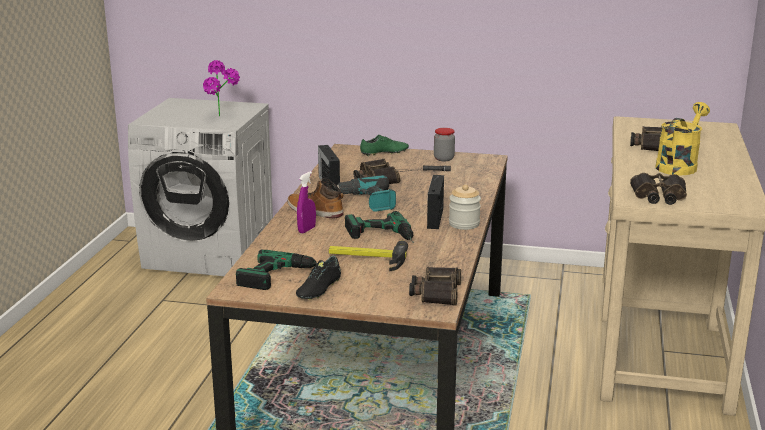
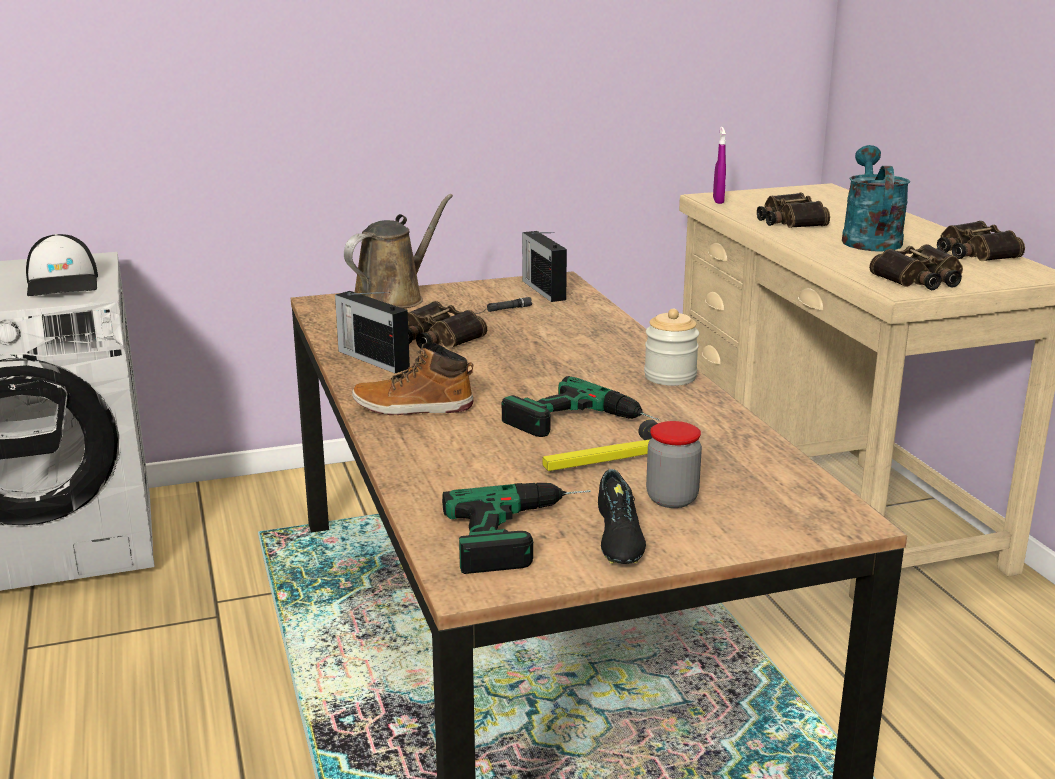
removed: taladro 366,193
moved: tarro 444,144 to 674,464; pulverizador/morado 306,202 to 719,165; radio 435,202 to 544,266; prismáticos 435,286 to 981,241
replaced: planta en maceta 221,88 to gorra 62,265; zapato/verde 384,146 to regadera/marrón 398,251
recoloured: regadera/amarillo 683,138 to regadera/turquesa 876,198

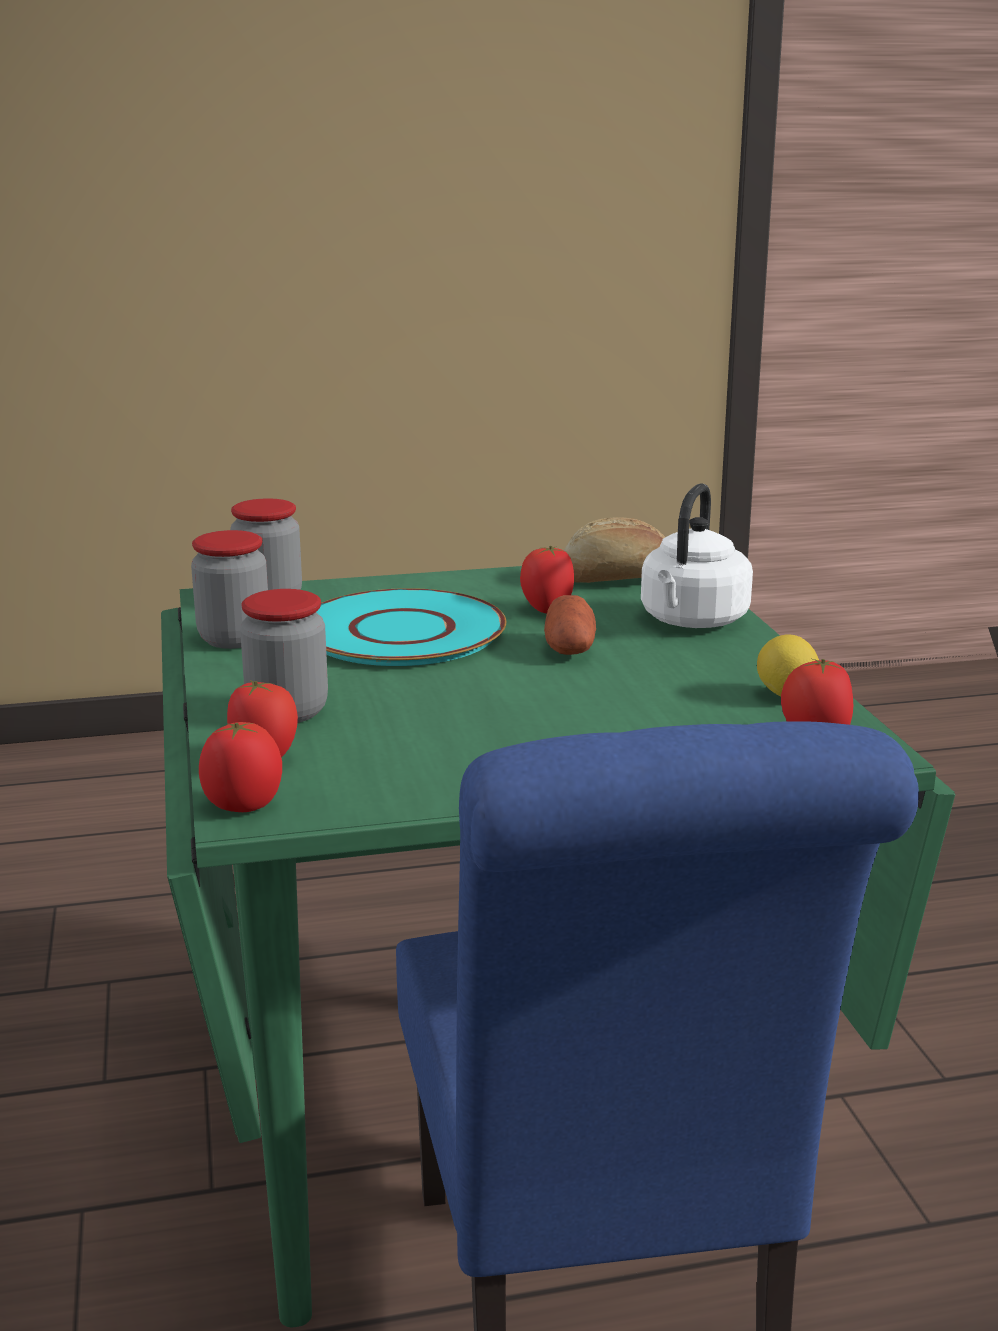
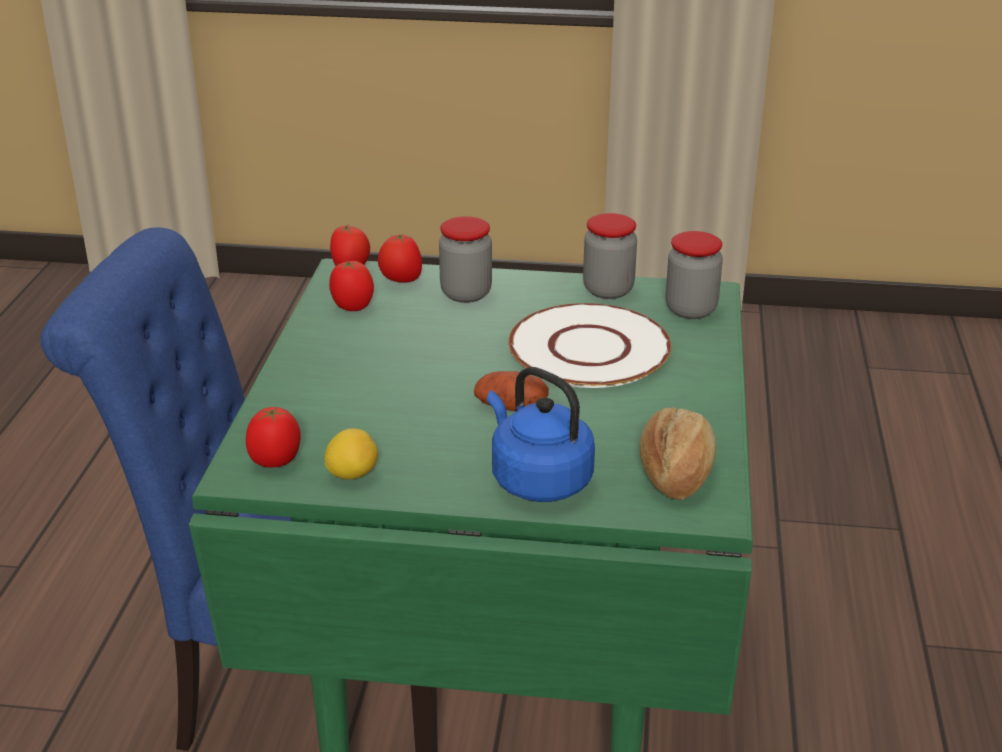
moved: tomate 547,580 to 351,286
recoloured: hervidor/blanco 697,555 to hervidor/azul 541,434; plato/turquesa 411,627 to plato/blanco 590,345

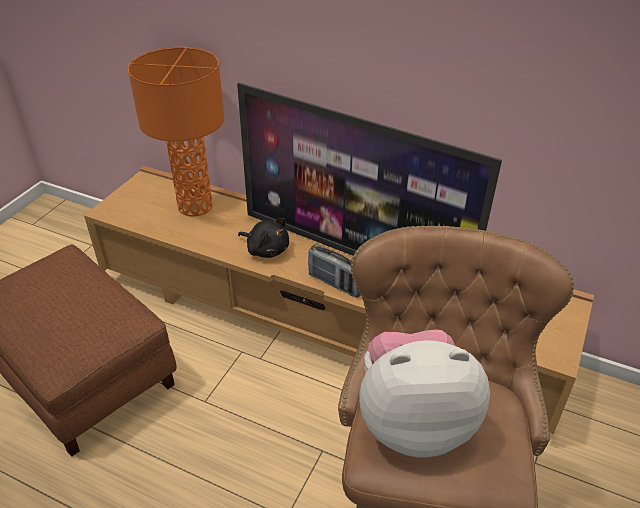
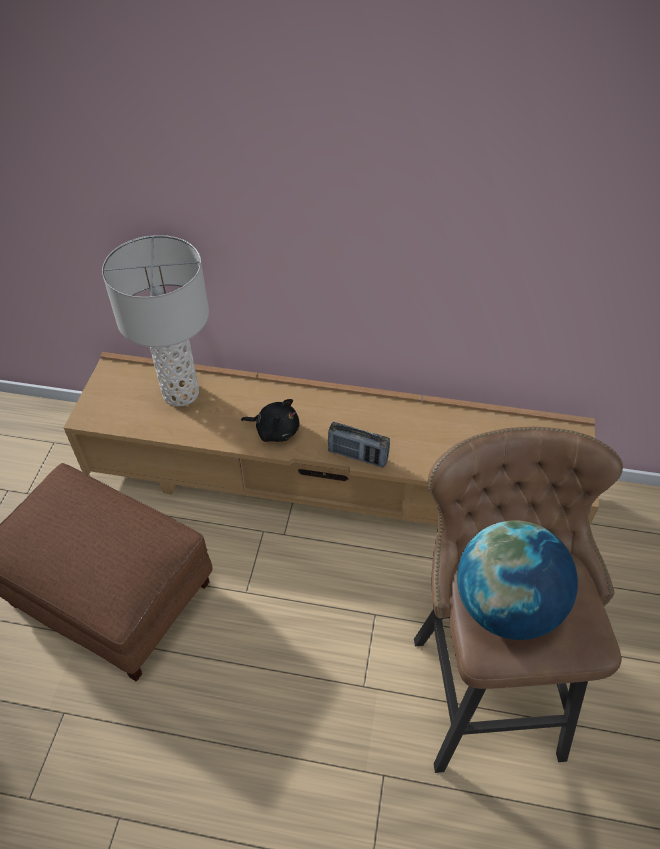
removed: televisor 369,169
replaced: peluche 424,393 to globo terráqueo 517,580
recoloured: lámpara de mesa/naranja 176,132 to lámpara de mesa/blanco 155,320

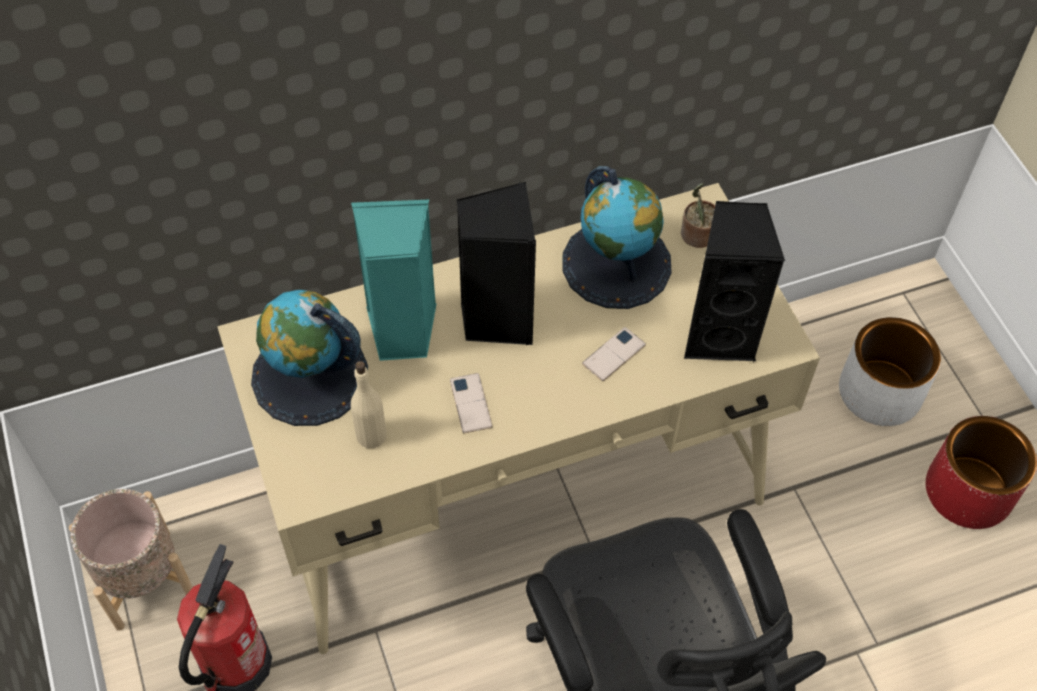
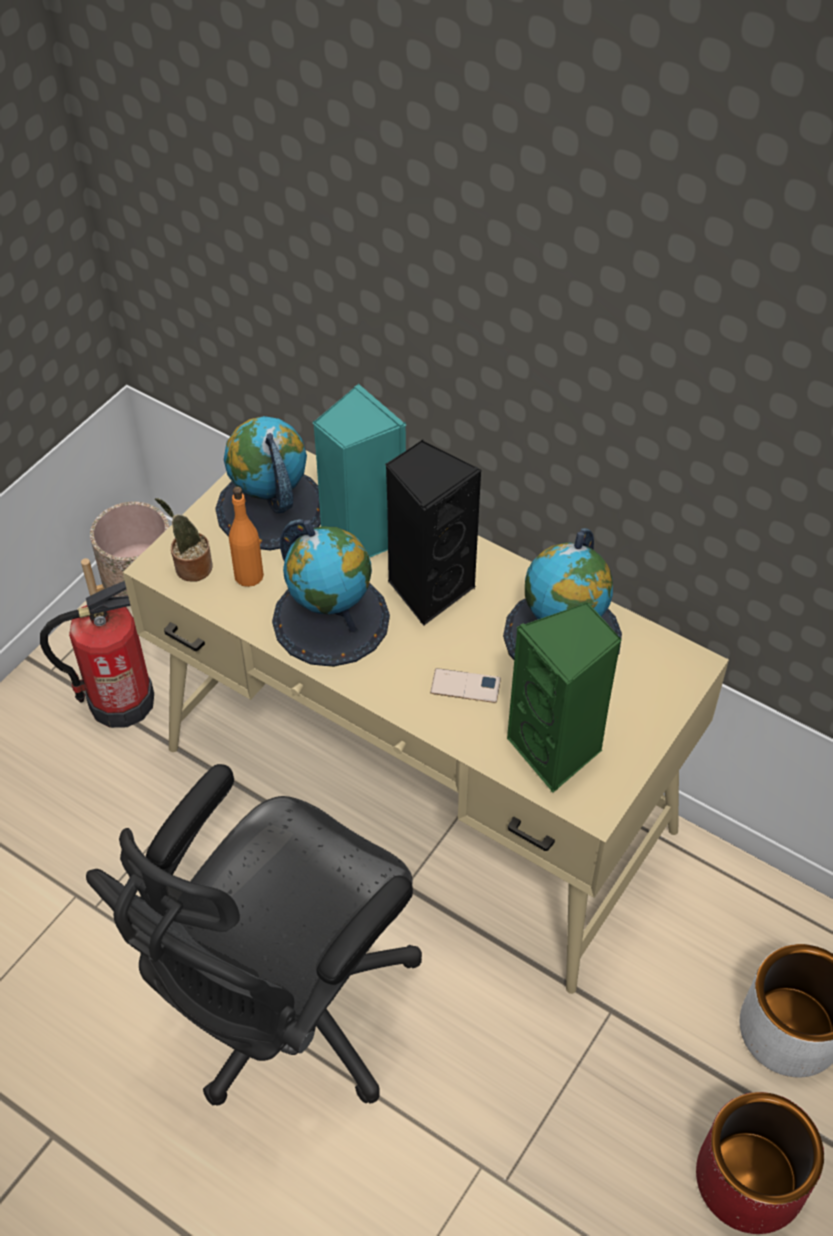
moved: planta en maceta 698,215 to 184,539
replaced: móvil 471,403 to globo terráqueo 331,593
recoloured: altavoz/negro 734,282 to altavoz/verde 564,697; botella/beis 369,404 to botella/naranja 246,536

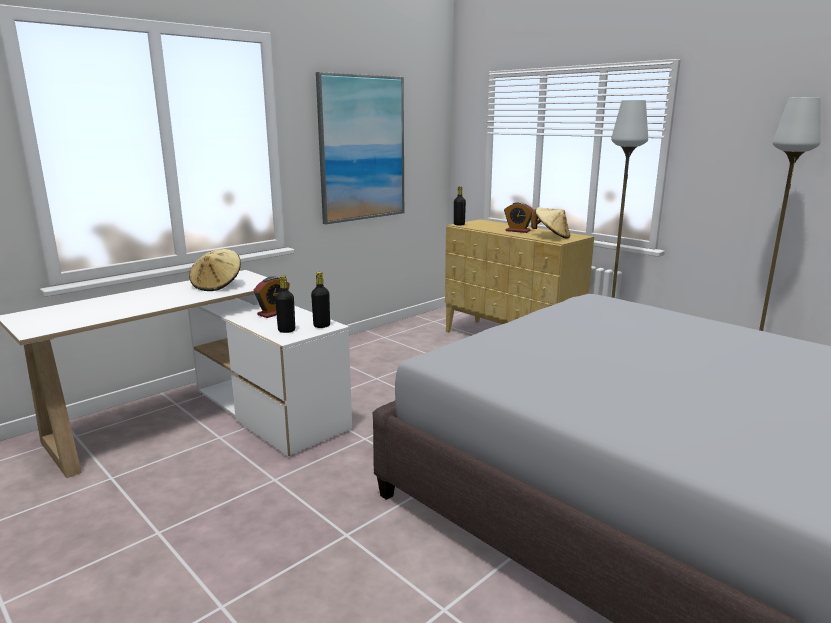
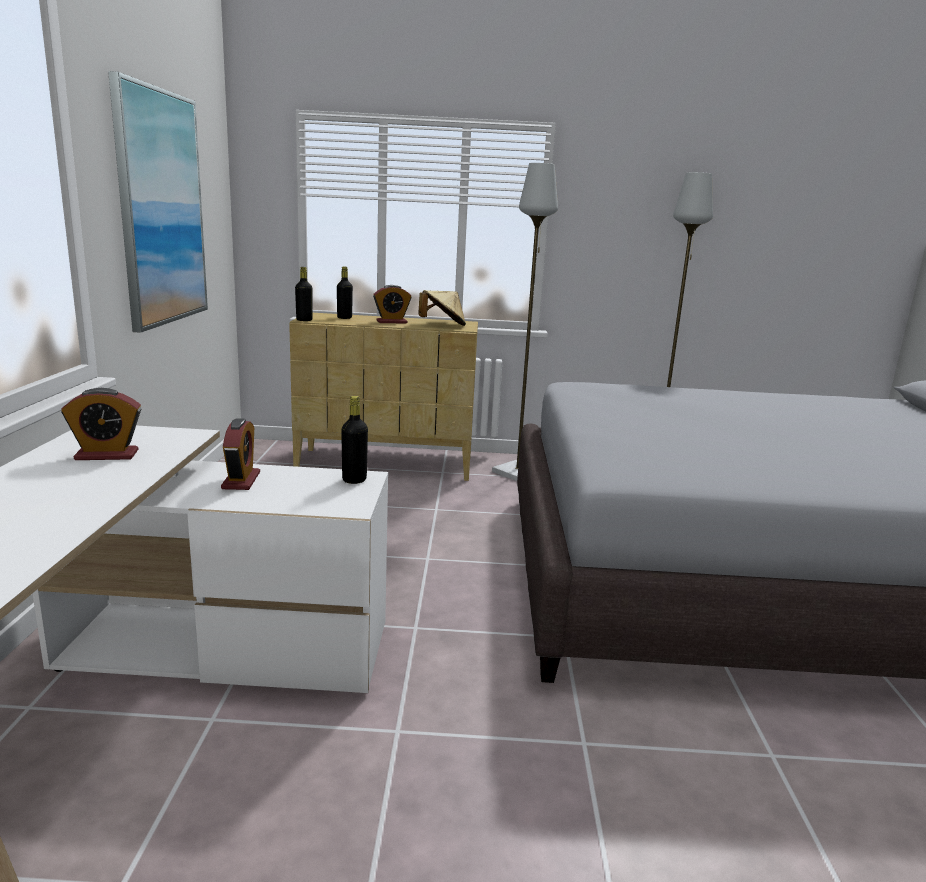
moved: botella/negro 285,304 to 345,293
replaced: sombrero/beis 215,270 to despertador 101,424

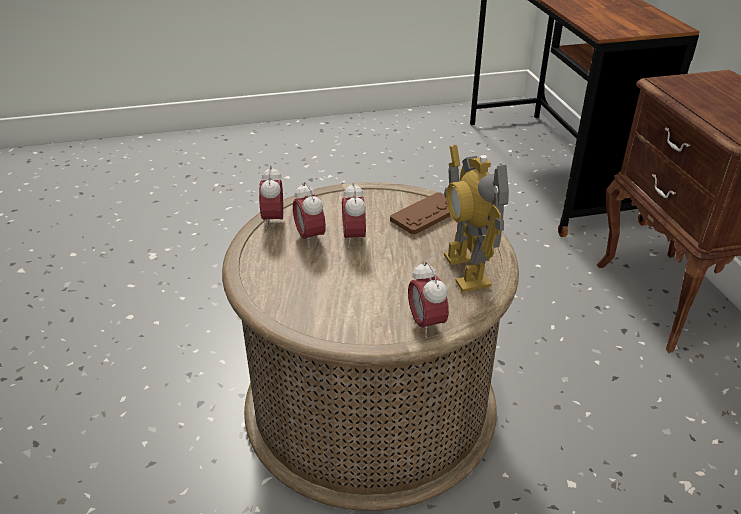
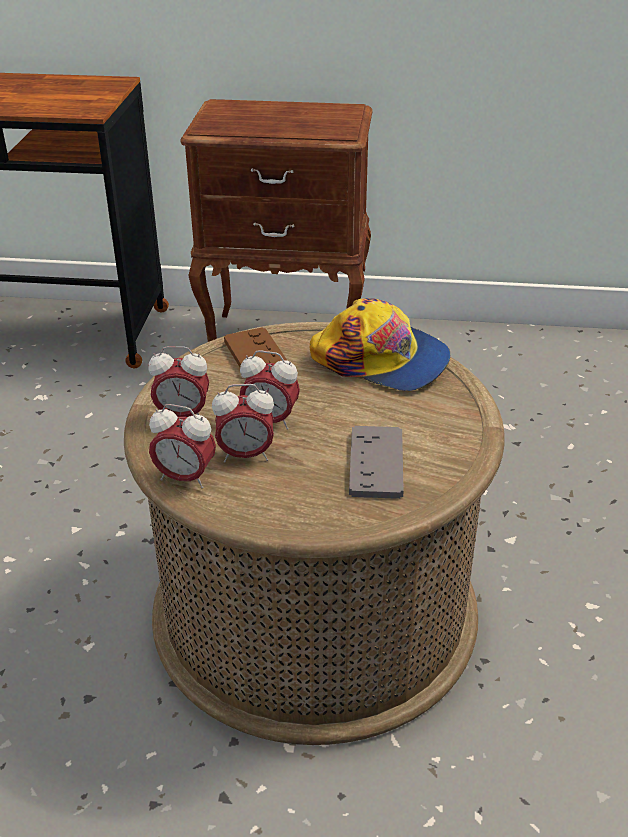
added: mando de consola/gris 376,462
moved: despertador 428,299 to 179,381
replaced: robot de juguete 476,218 to gorra 380,344

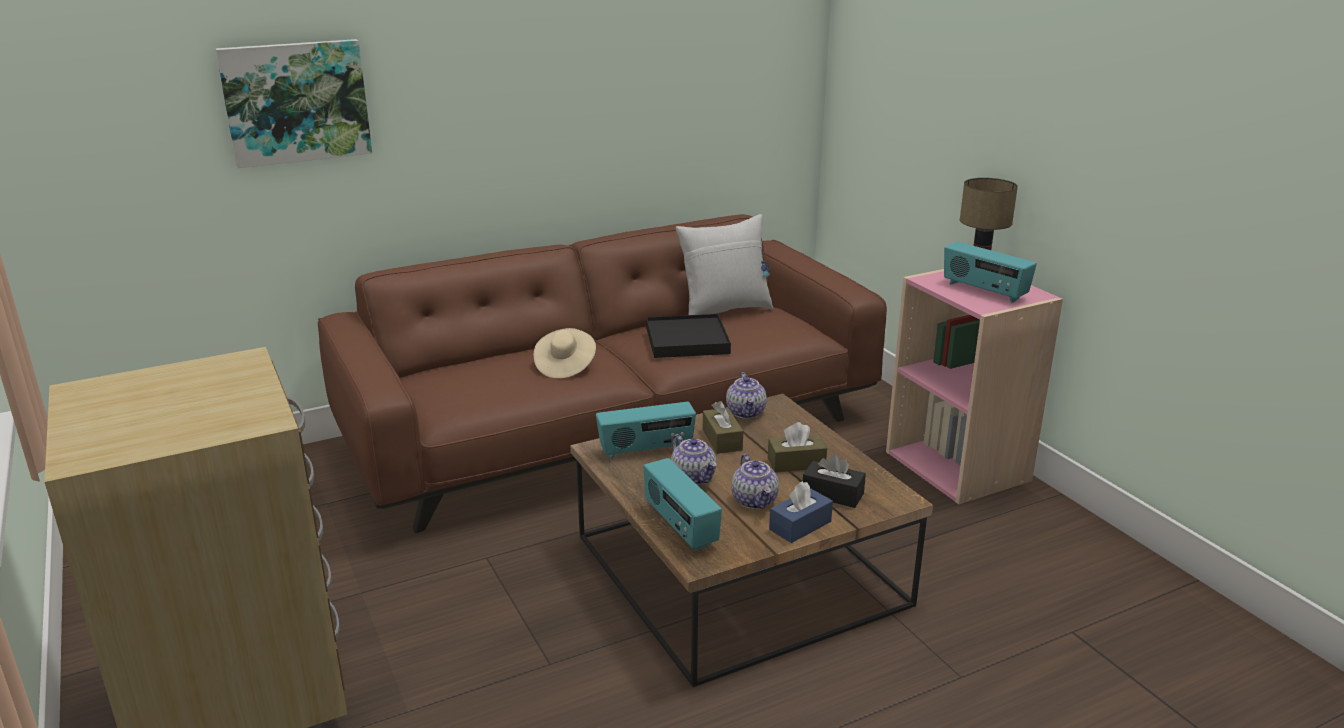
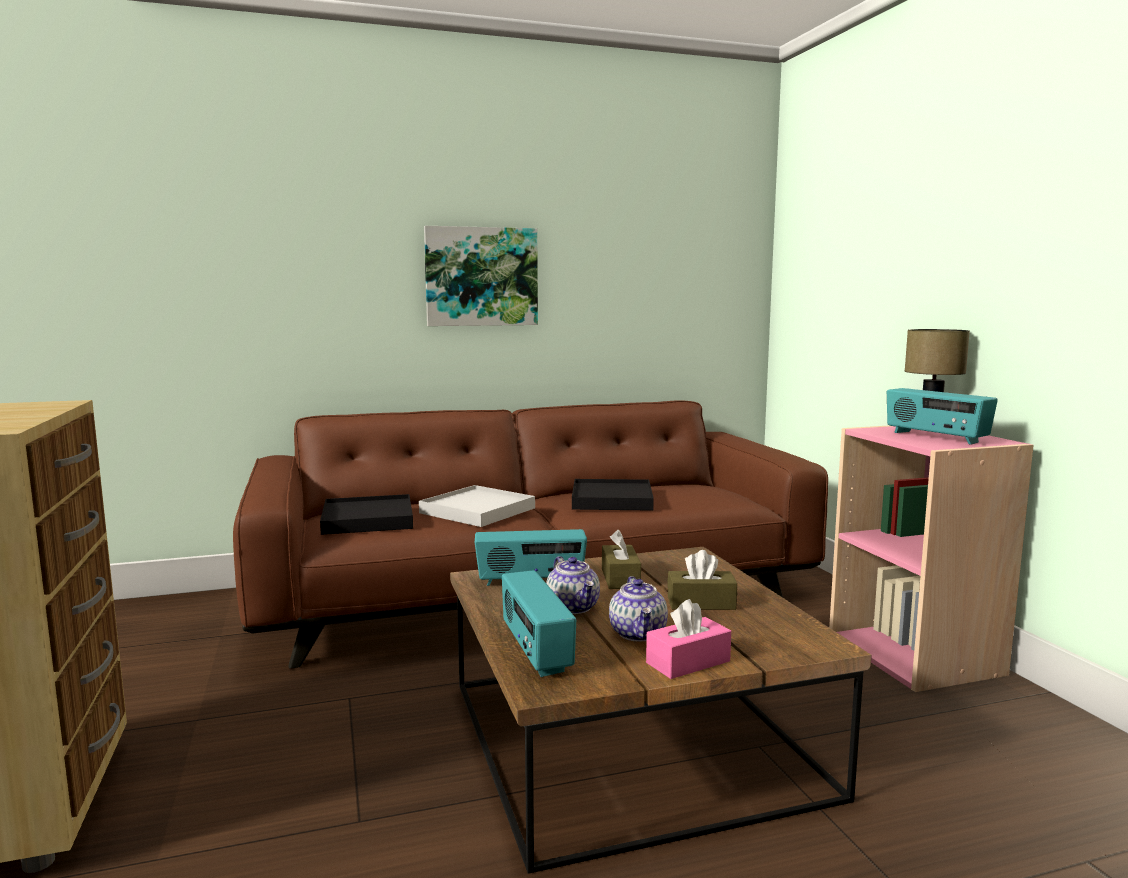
removed: cojín/gris 724,264; tetera 746,395; caja de pañuelos/negro 834,481
added: bandeja/negro 366,514
moved: cuadro 294,103 to 481,276
replaced: sombrero/beis 565,353 to bandeja/blanco 477,506
recoloured: caja de pañuelos/azul 801,512 to caja de pañuelos/rosa 688,639

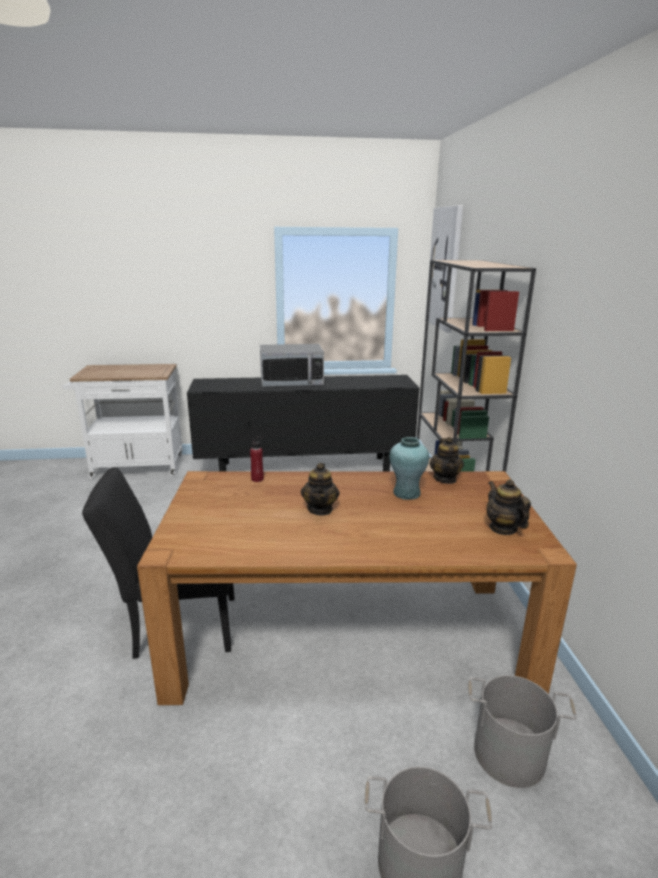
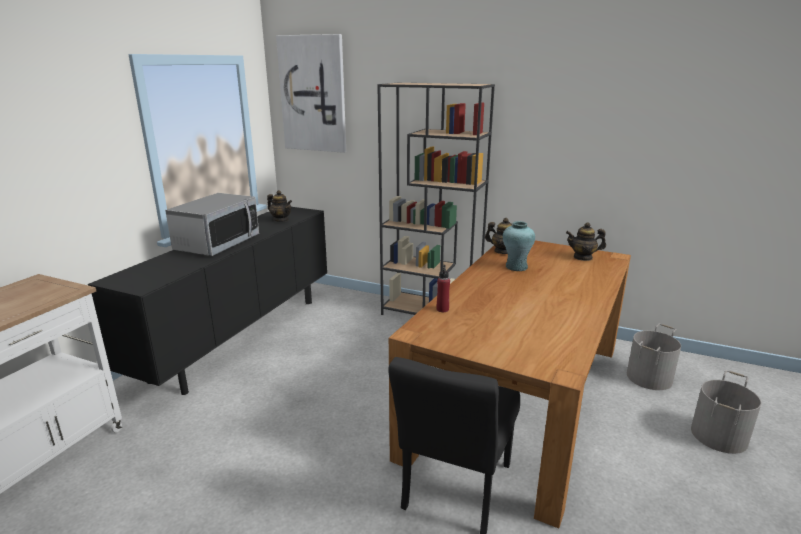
moved: tetera 320,489 to 279,206

